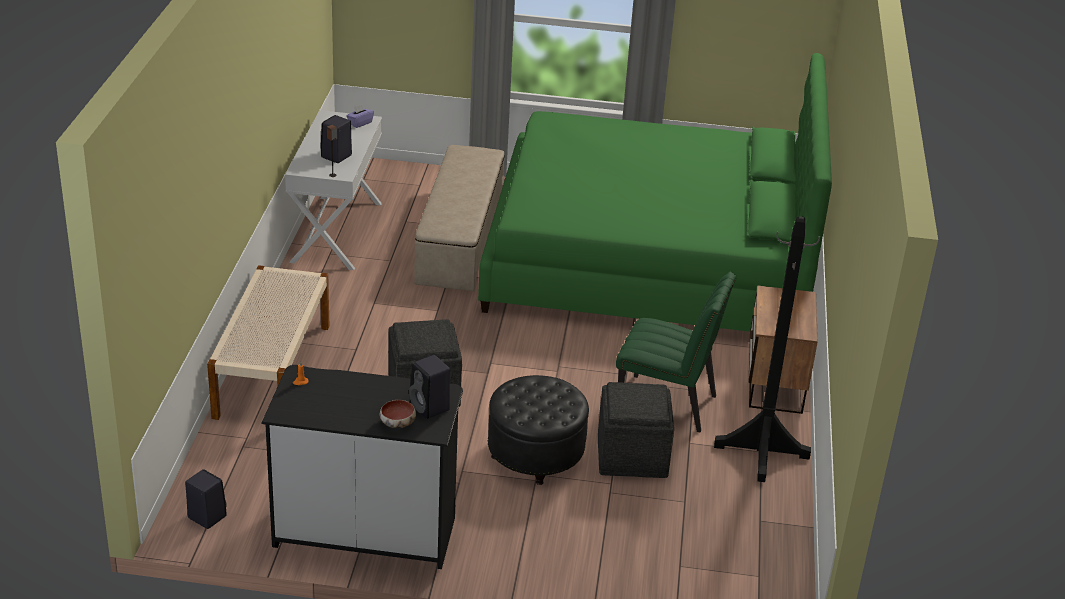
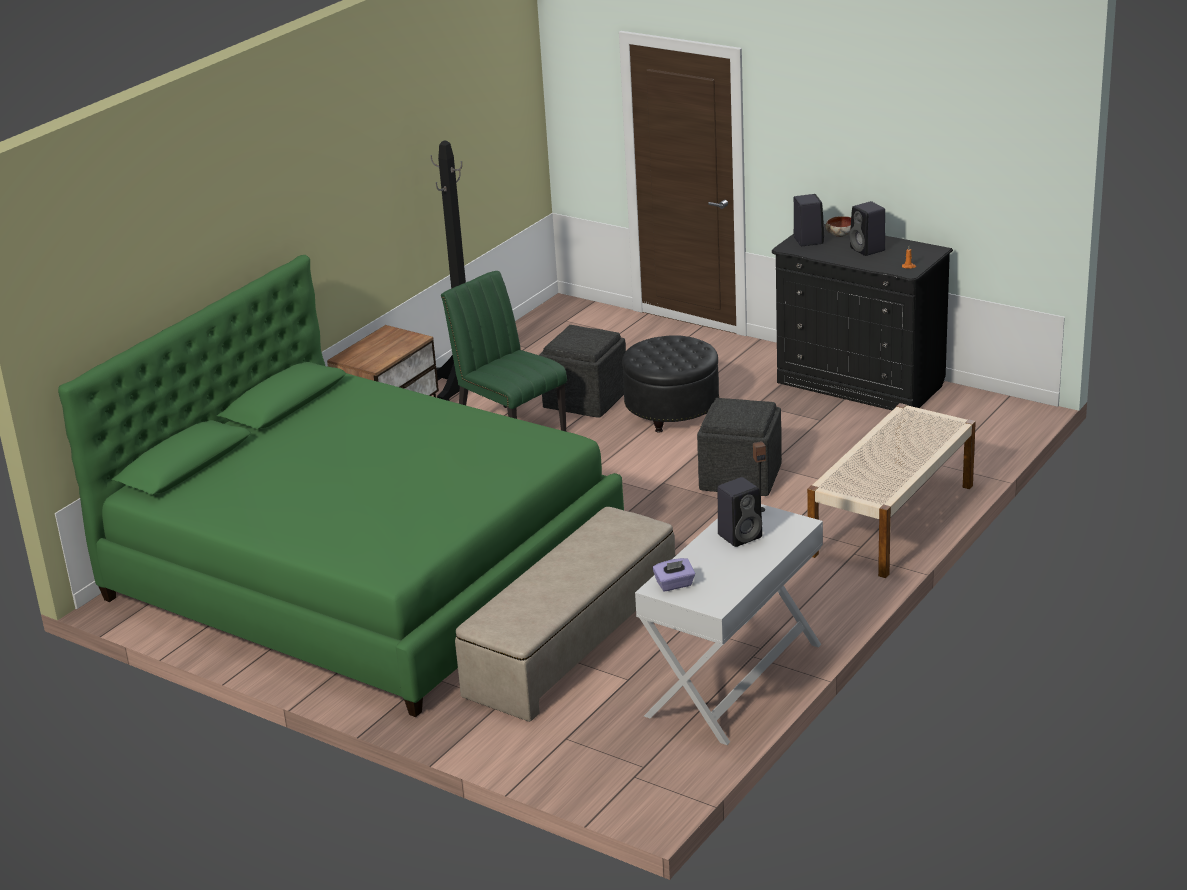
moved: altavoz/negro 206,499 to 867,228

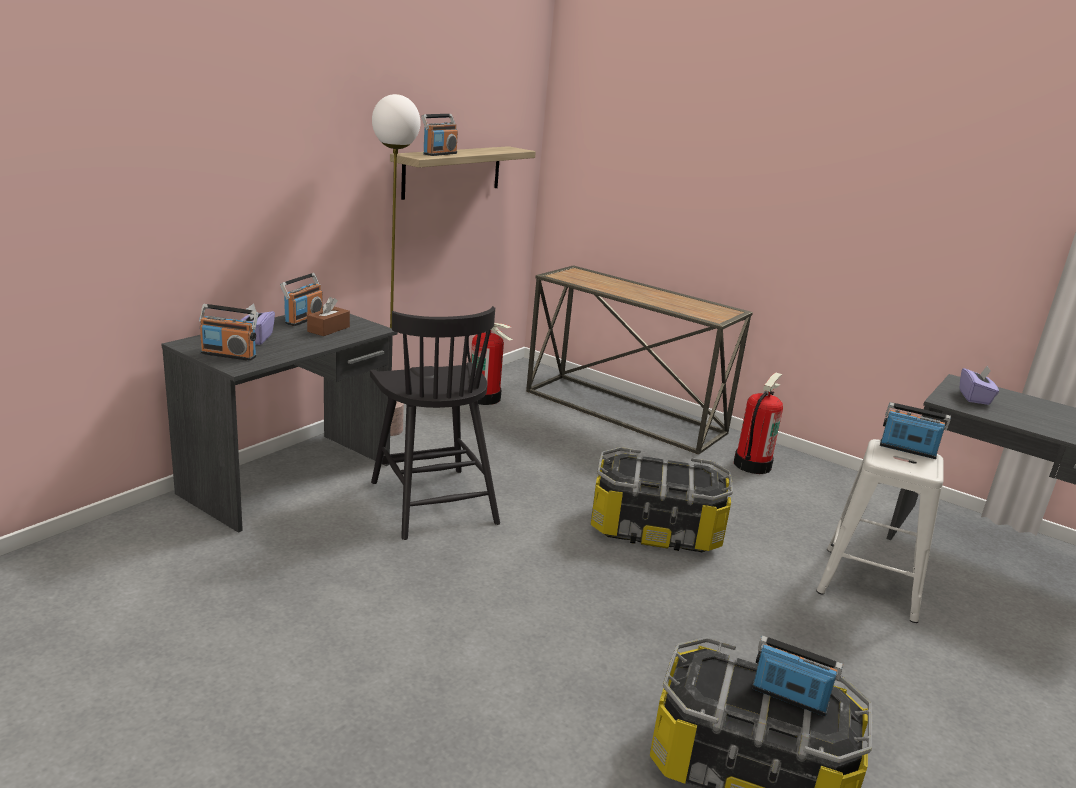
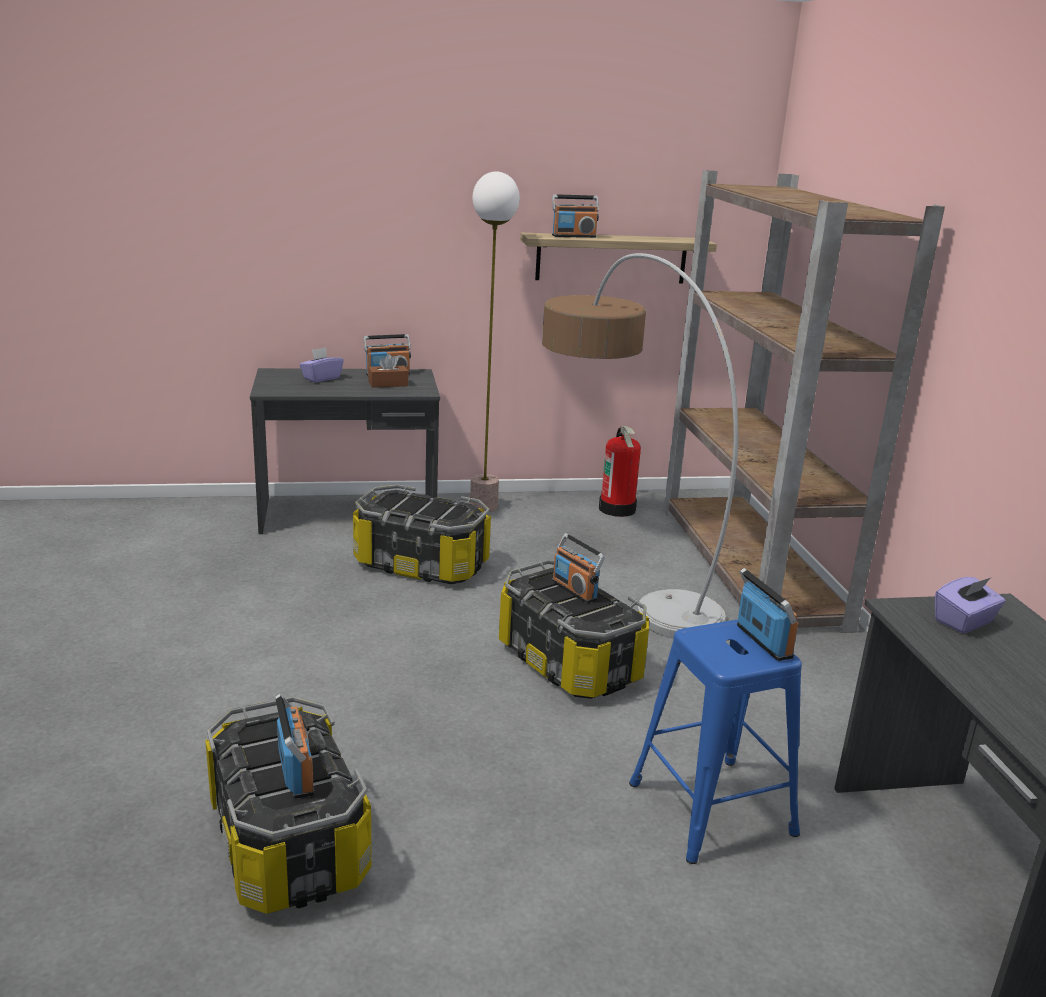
removed: extintor 758,423
added: lámpara de pie 640,446
moved: radio 228,332 to 579,568
replaced: mesa consola 639,360 to estantería/marrón 804,401; silla/negro 435,423 to caja de almacenaje 422,534
recoloured: taburete/blanco 880,531 to taburete/azul 715,741

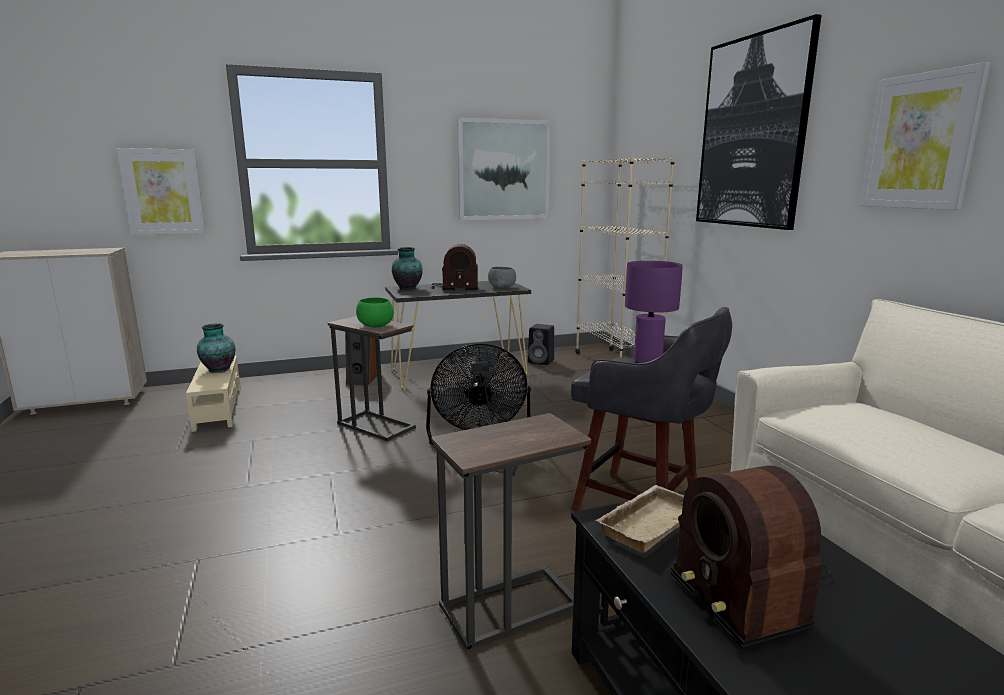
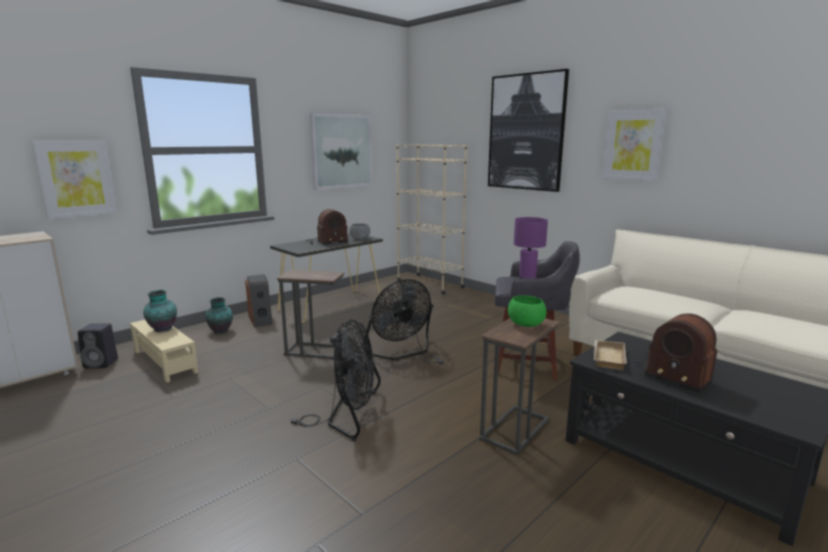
added: ventilador/negro 335,381
moved: florero 407,268 to 219,315; cuenco/verde 375,312 to 527,311; altavoz/negro 541,344 to 98,345

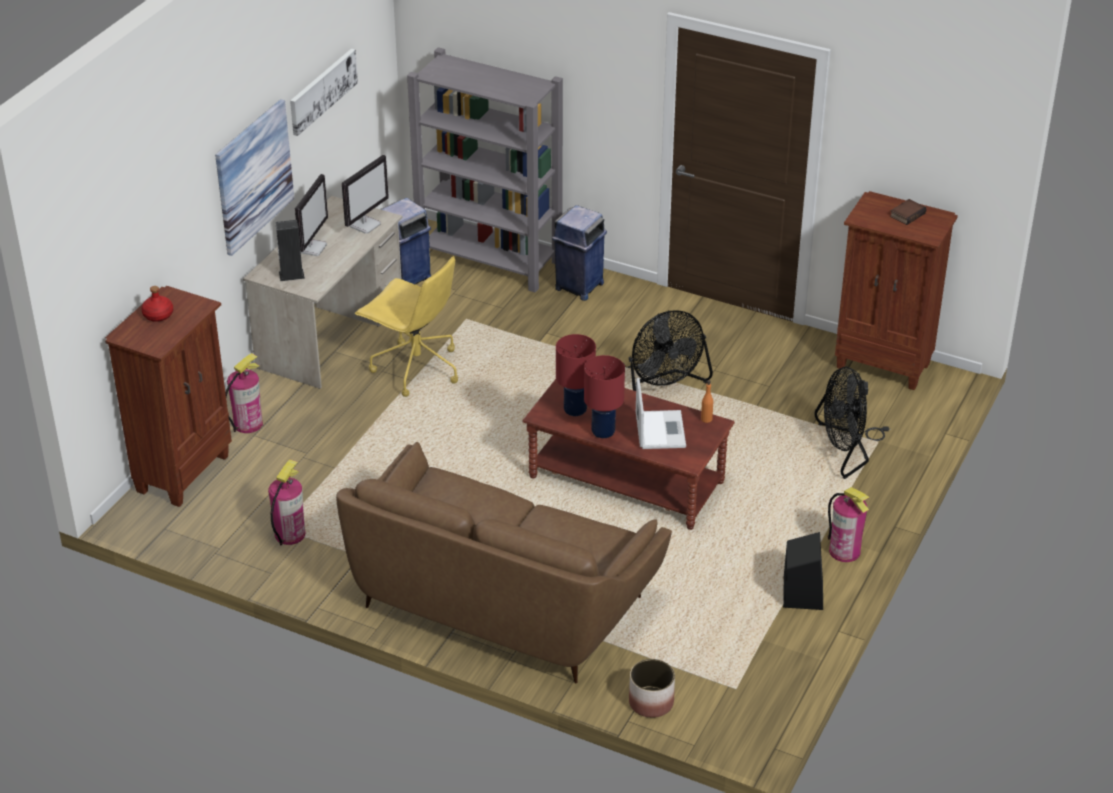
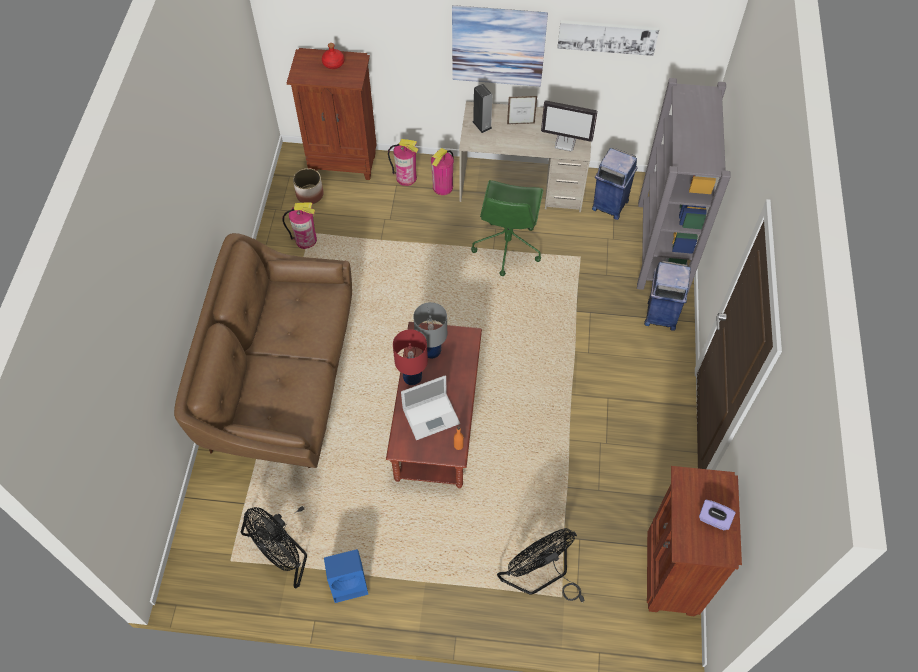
moved: ventilador/negro 668,350 to 274,547; extintor 849,524 to 442,171; maceta 652,688 to 308,186
replaced: monitor 311,215 to portarretratos 522,110; libro 908,212 to caja de pañuelos/morado 717,515
recoloured: silla de oficina/amarillo 406,326 to silla de oficina/verde 507,228; lámpara de mesa/rojo 576,375 to lámpara de mesa/gris 430,330; altavoz/negro 803,571 to altavoz/azul 346,576

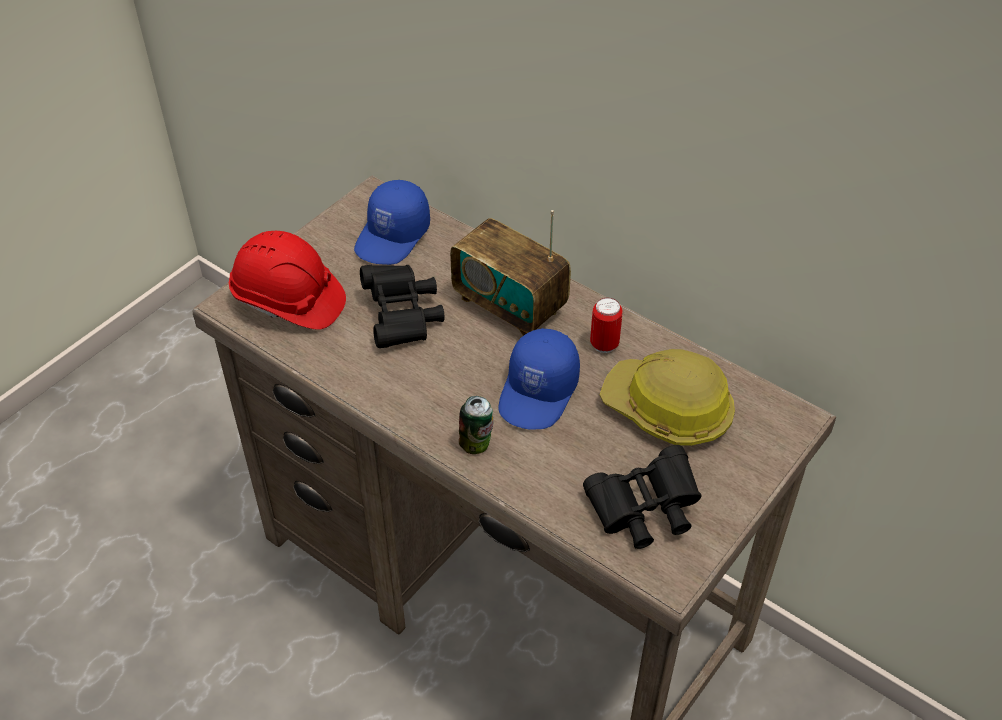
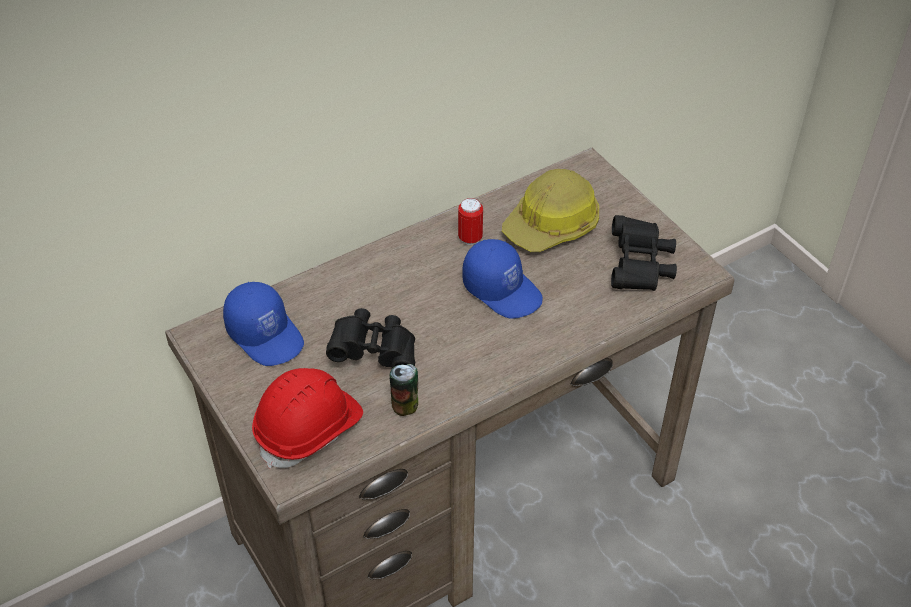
removed: radio 510,273
moved: lata 476,425 to 403,390

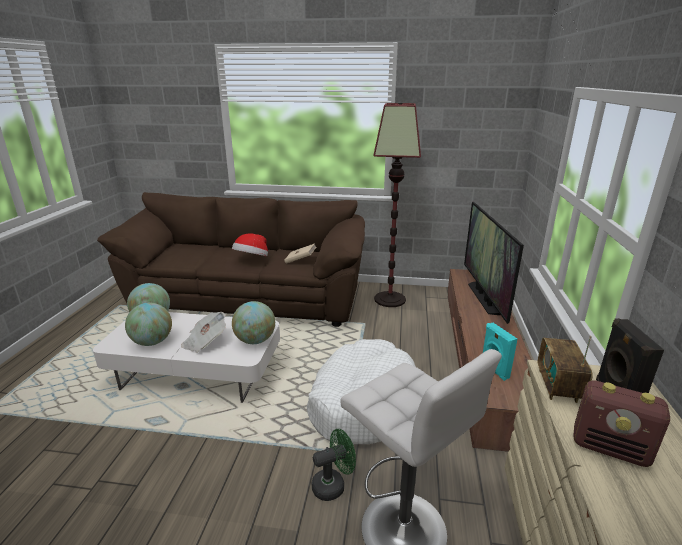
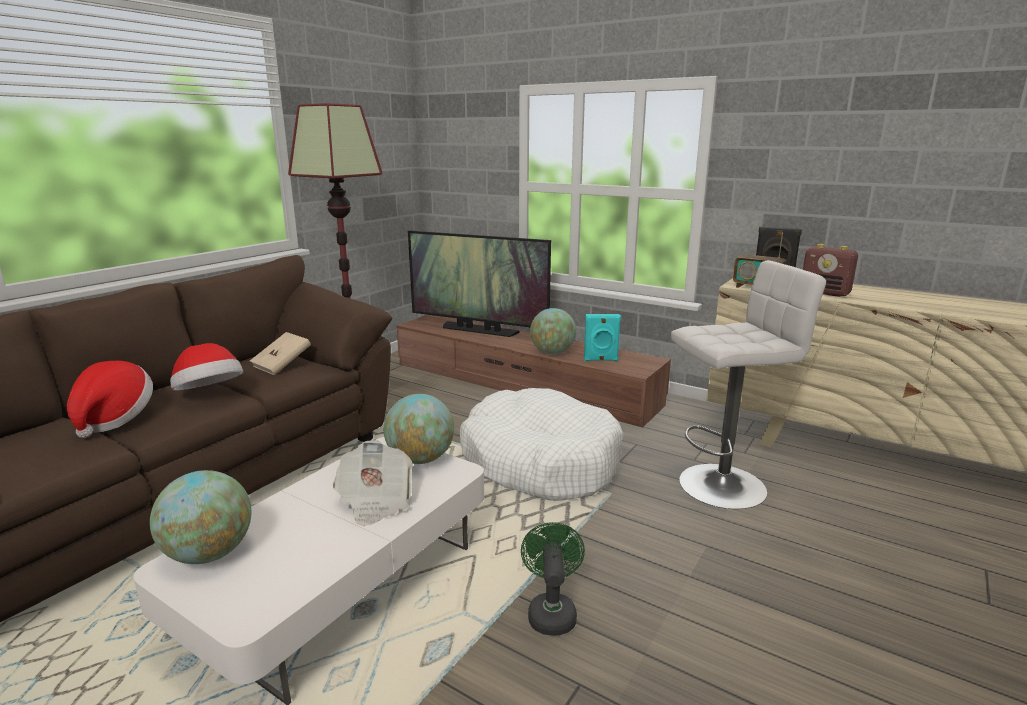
added: sombrero 110,399
moved: globo terráqueo 148,324 to 553,331; ventilador/verde 334,465 to 553,579
turned: radio 621,423 = 830,270 75 degrees clockwise

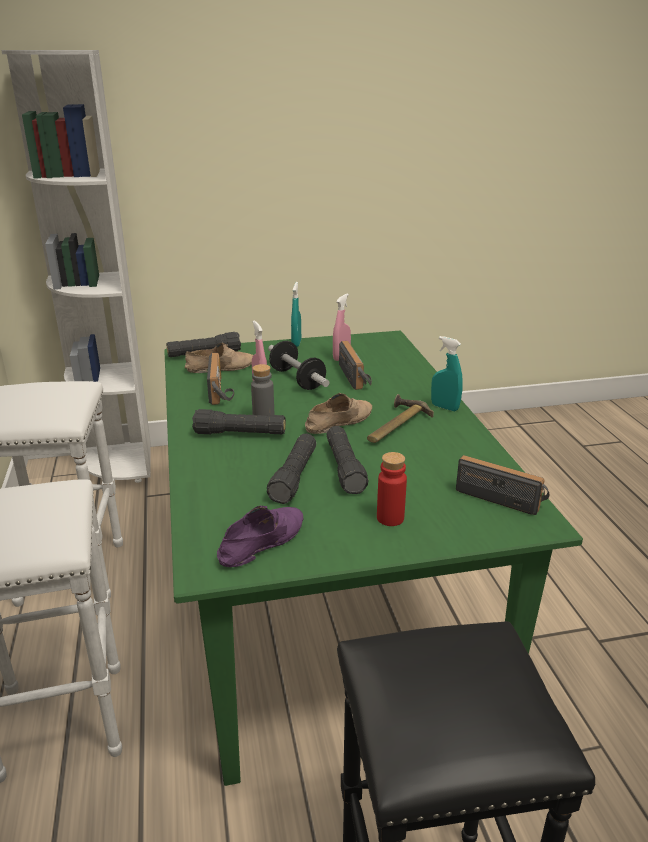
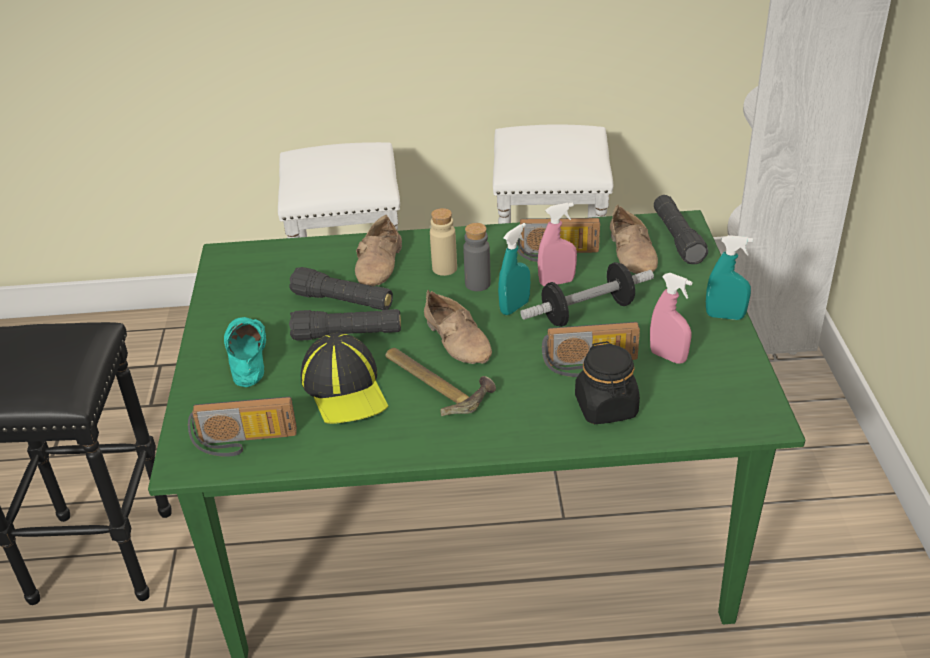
removed: zapato/morado 260,536
added: zapato/beis 378,250; gorra 345,378; tarro/negro 607,382
moved: pulverizador/turquesa 447,373 to 514,269
replaced: linterna/negro 239,421 to botella/beis 443,242; botella/rojo 392,489 to zapato/turquesa 245,352
turned: radio 503,485 = 242,427 45 degrees clockwise

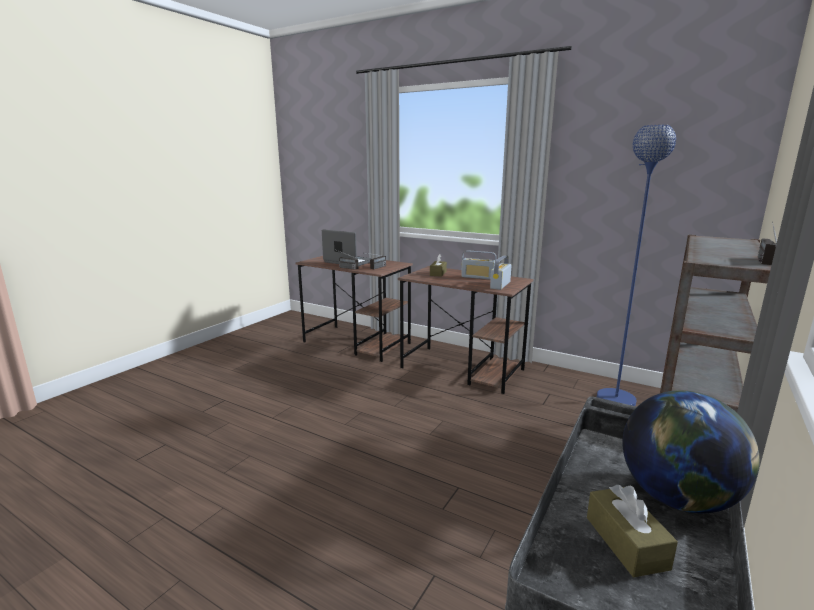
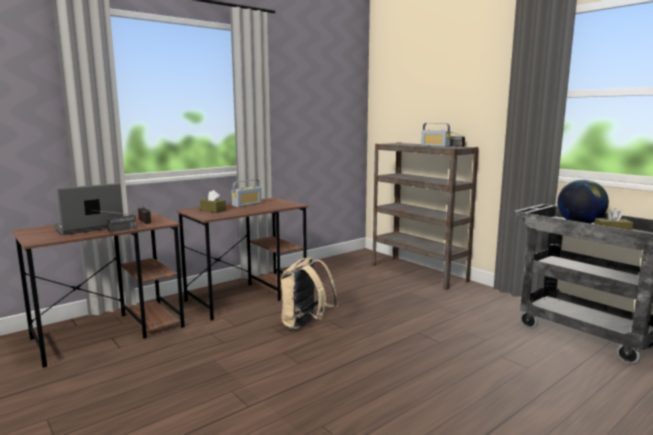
removed: lámpara de pie/azul 636,265
added: mochila/beis 309,293
moved: radio 501,272 to 436,135

